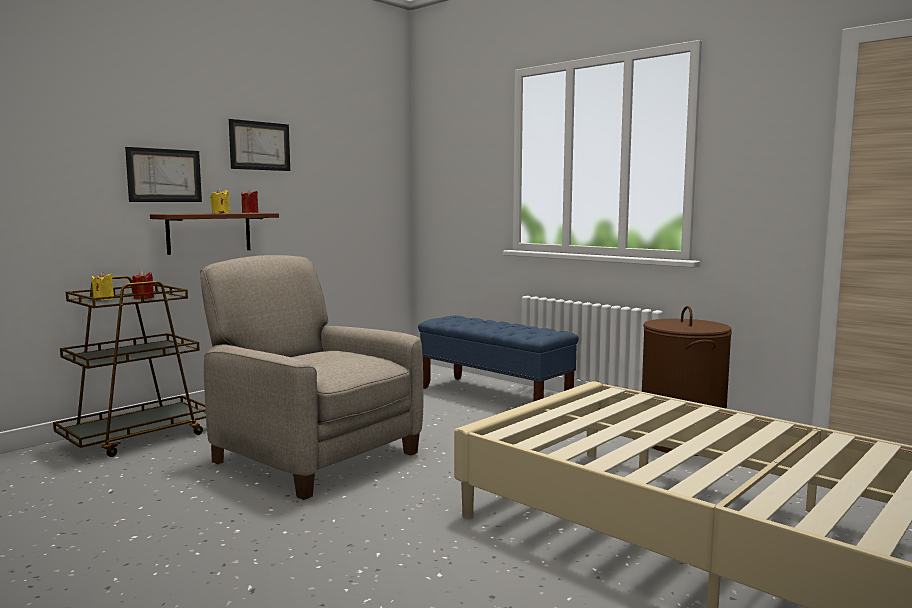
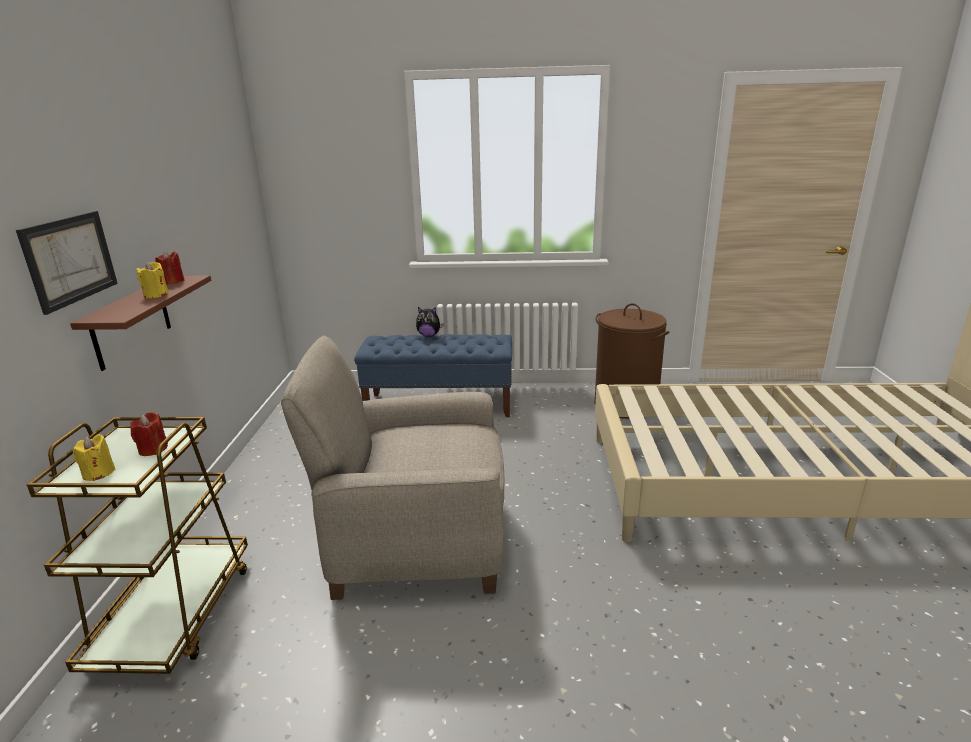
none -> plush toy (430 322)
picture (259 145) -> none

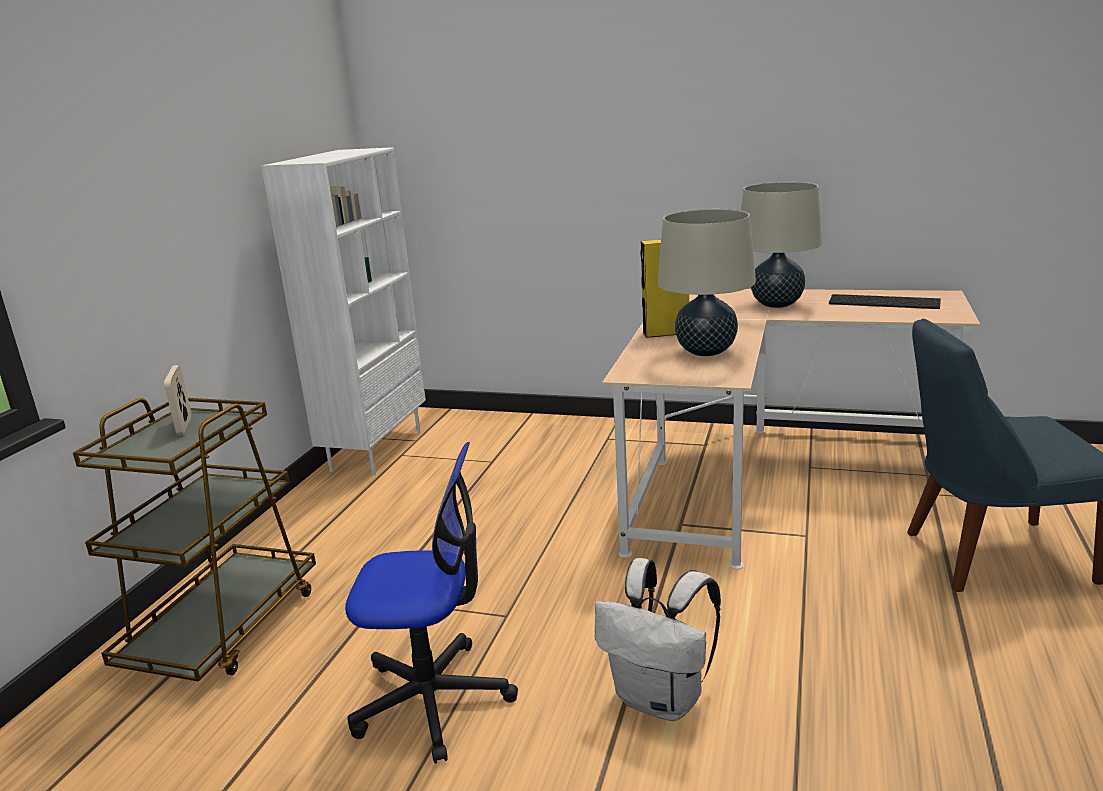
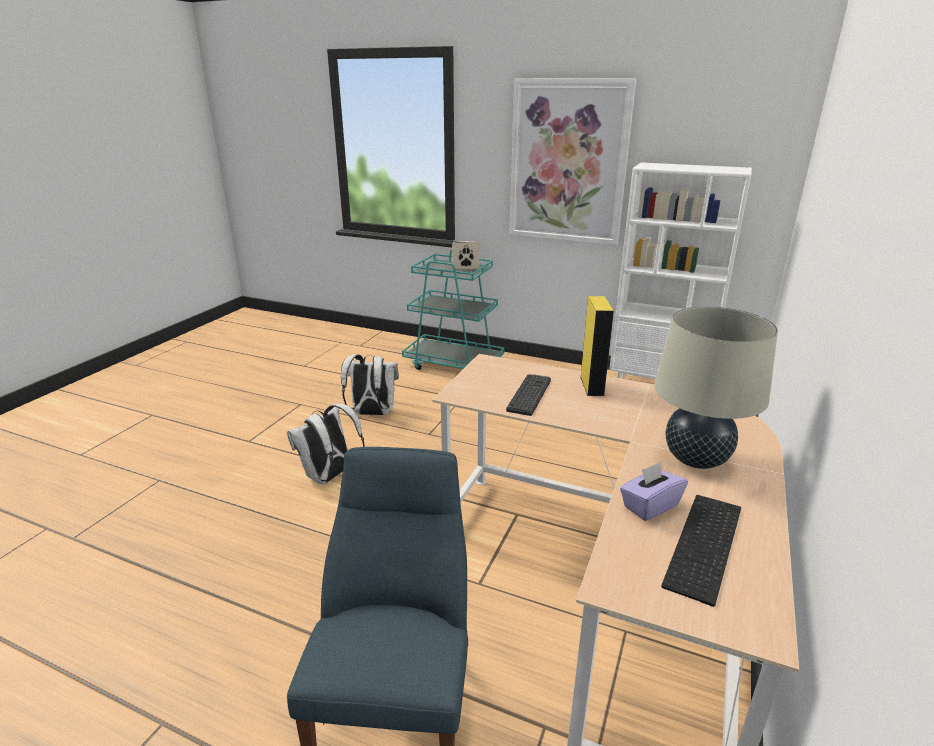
office chair (431 603) -> backpack (white) (370 384)
cart (brown) (194 540) -> cart (turquoise) (453 309)
table lamp (beige) (706 282) -> keyboard (528 395)
none -> picture (572 161)
none -> tissue box (purple) (654 491)

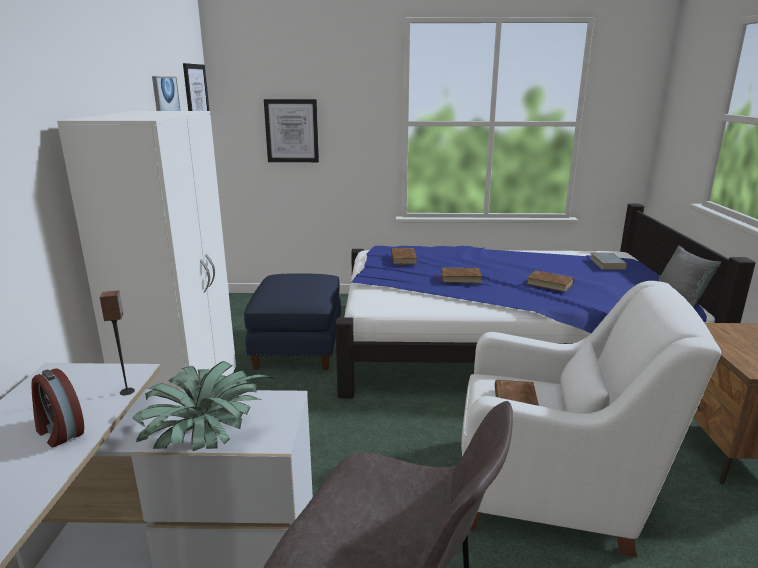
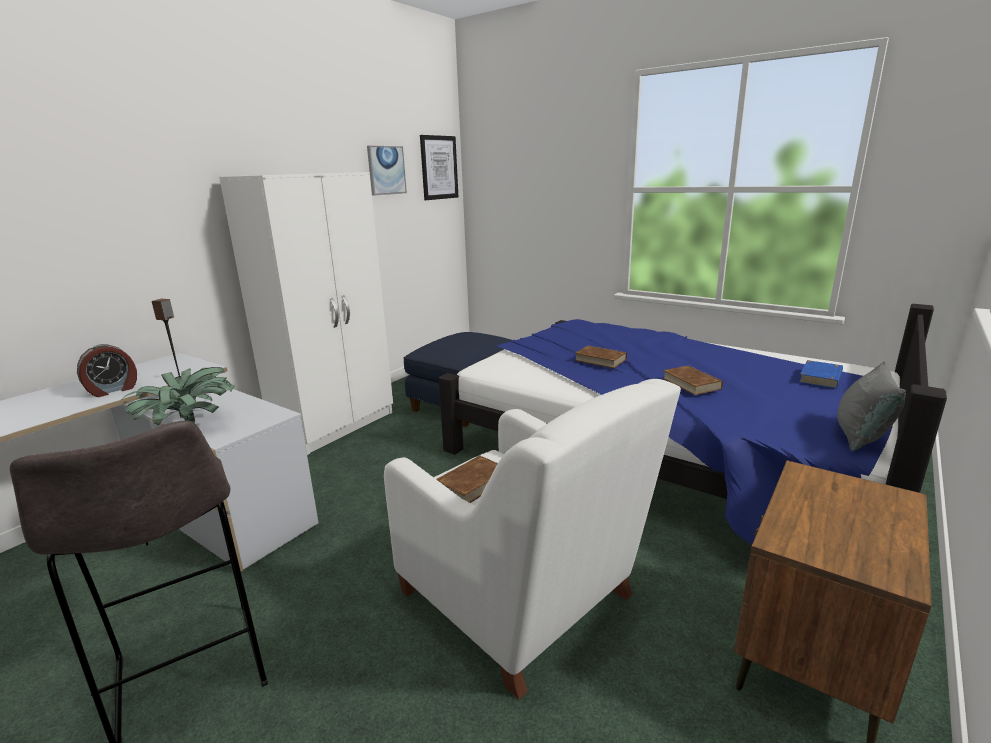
alarm clock (57 407) -> alarm clock (107 370), 120 degrees counterclockwise
book (grey) (608 261) -> book (blue) (821 374)
picture (291 130) -> none
book (brown) (404 257) -> none

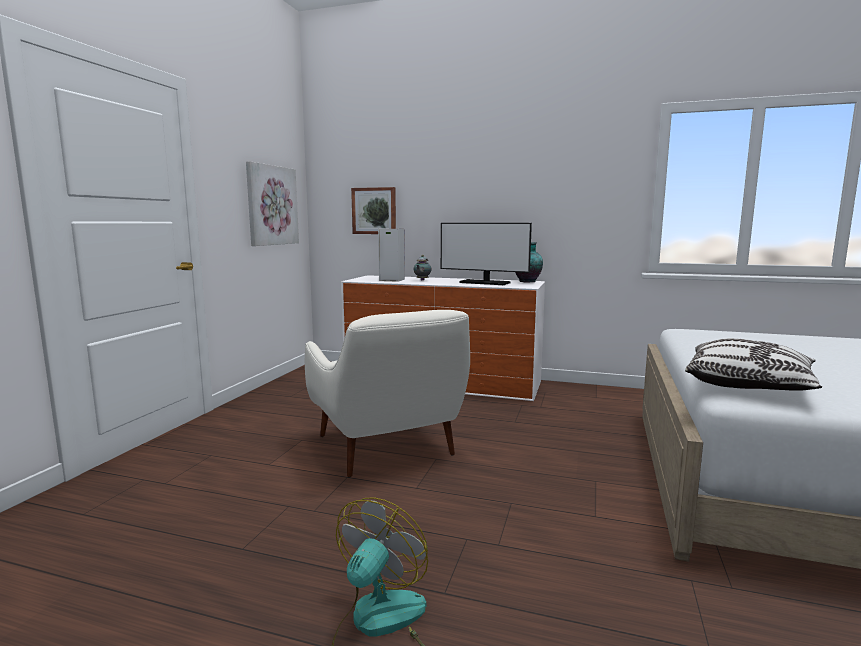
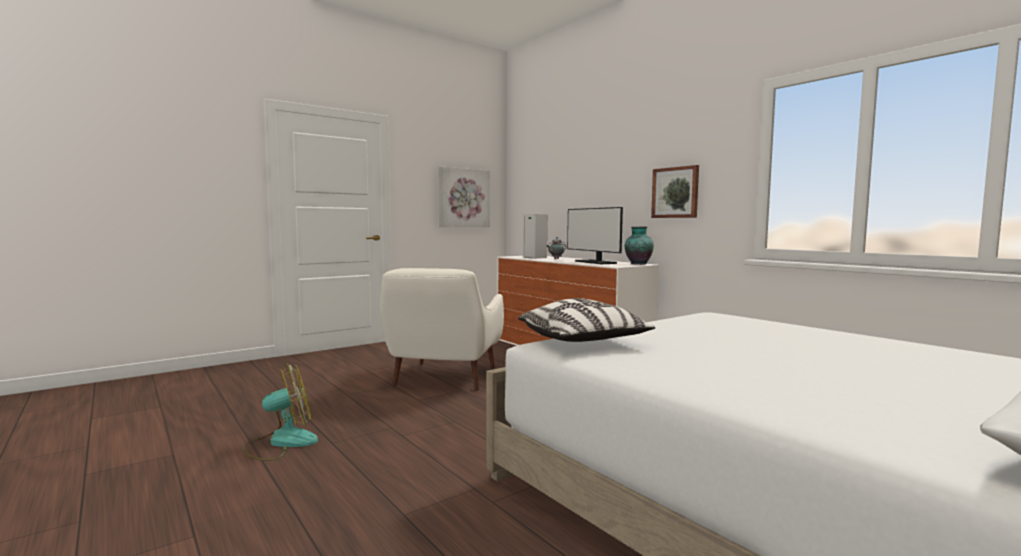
picture (373 210) -> picture (675 191), moved

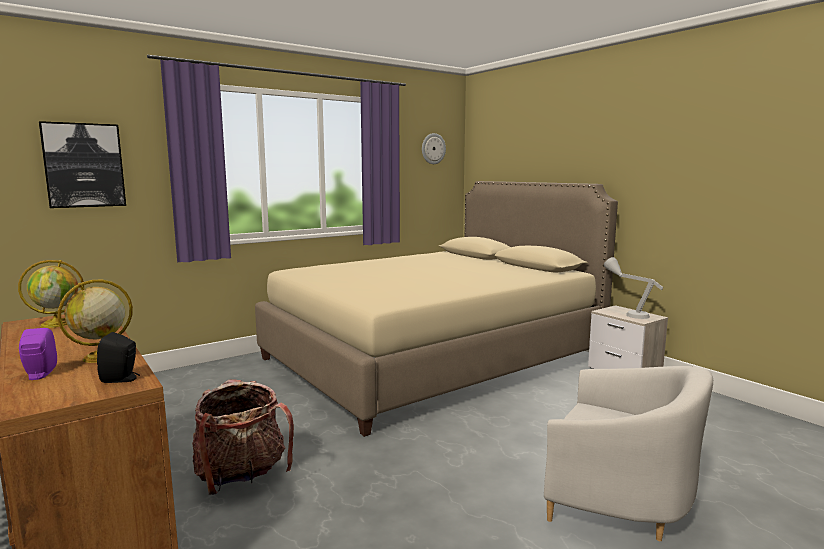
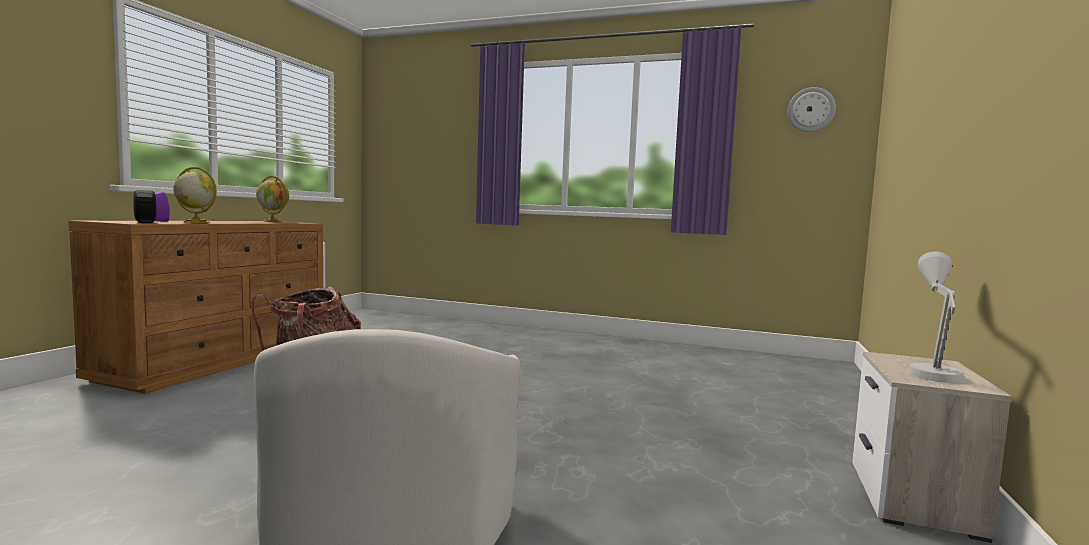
picture (82 164) -> none
bed (beige) (436 309) -> none

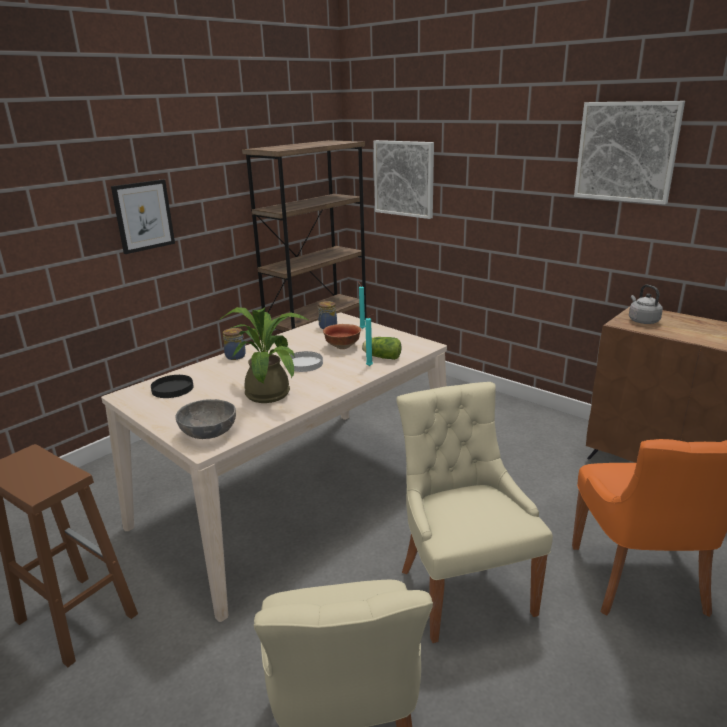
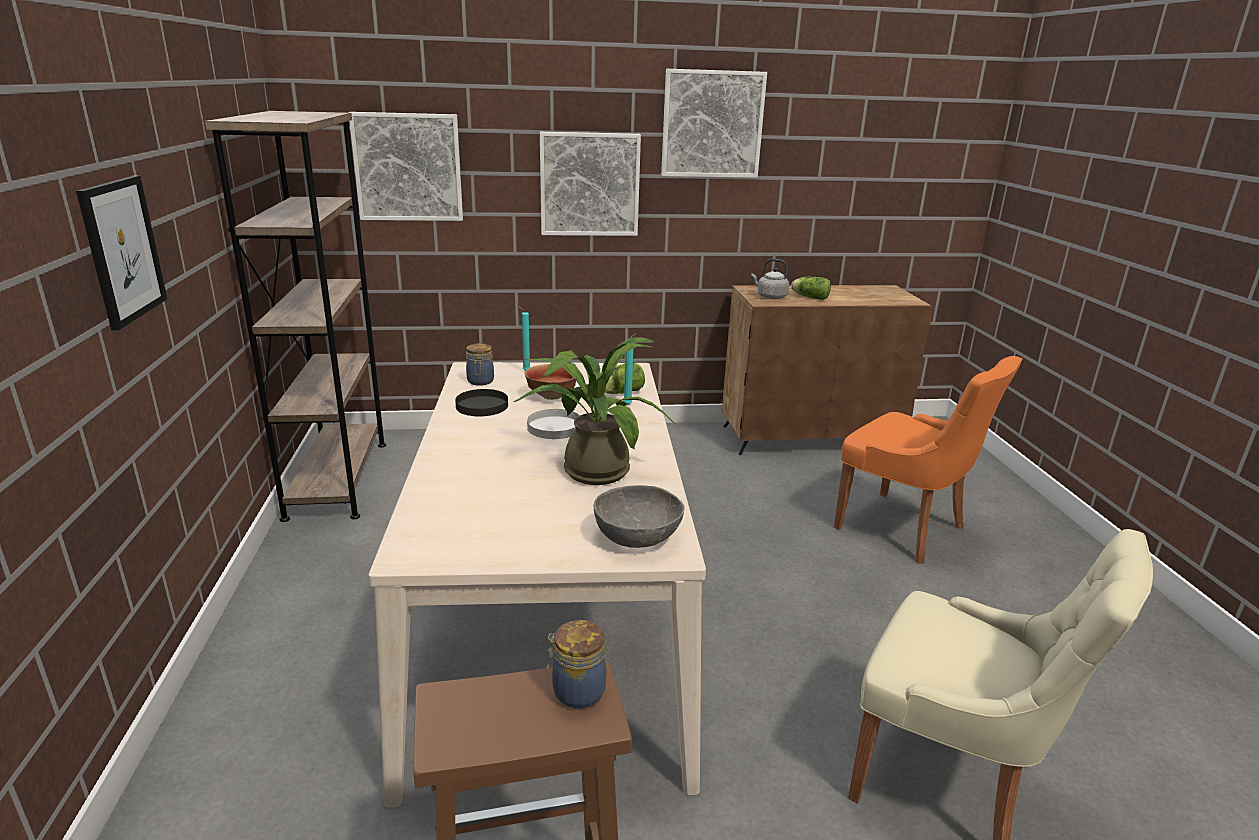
plate (black) (172 386) -> plate (black) (481 402), moved
none -> picture (590 184)
jar (234 344) -> jar (576 664), moved
none -> lettuce (811 288)
chair (beige) (474 512) -> none

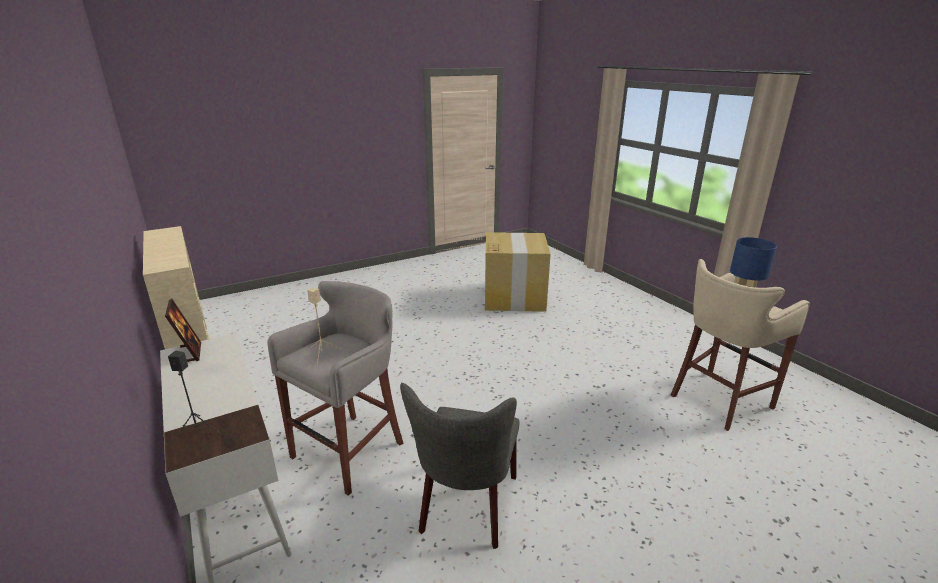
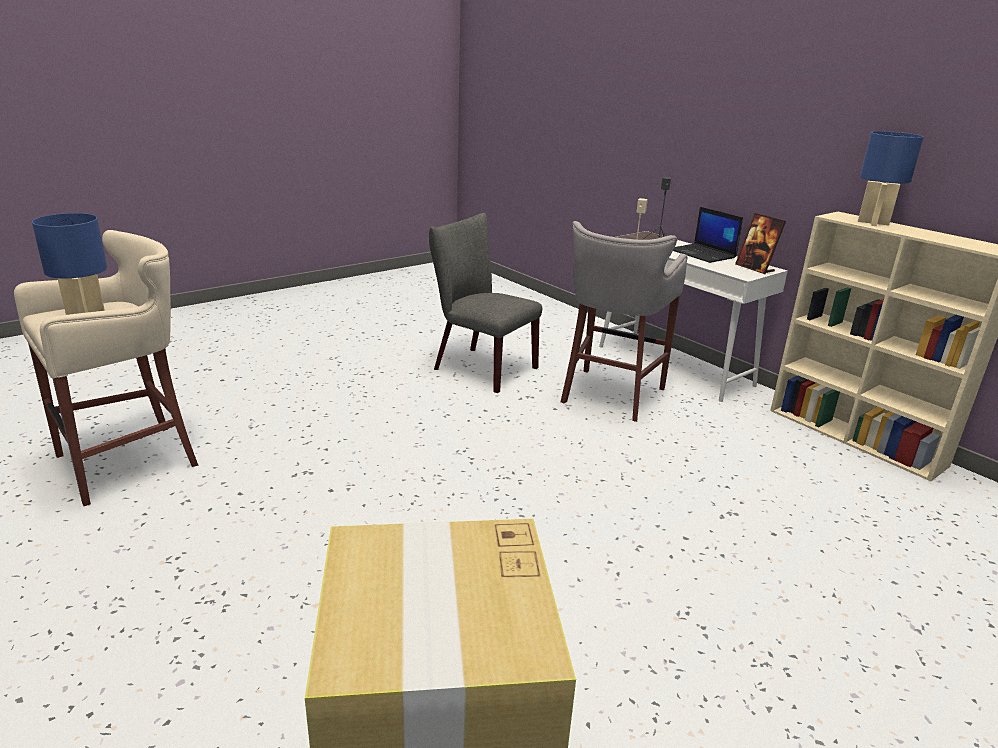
chair (grey) (460 466) -> chair (grey) (485 303), 60 degrees counterclockwise
none -> laptop (708 235)
none -> table lamp (blue) (891 178)

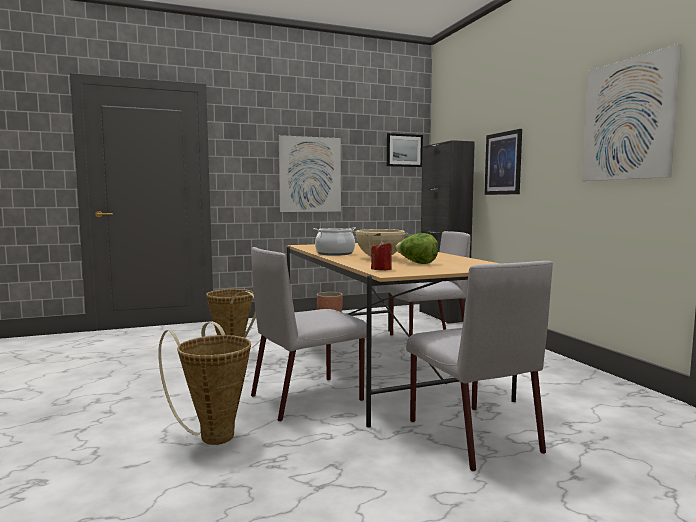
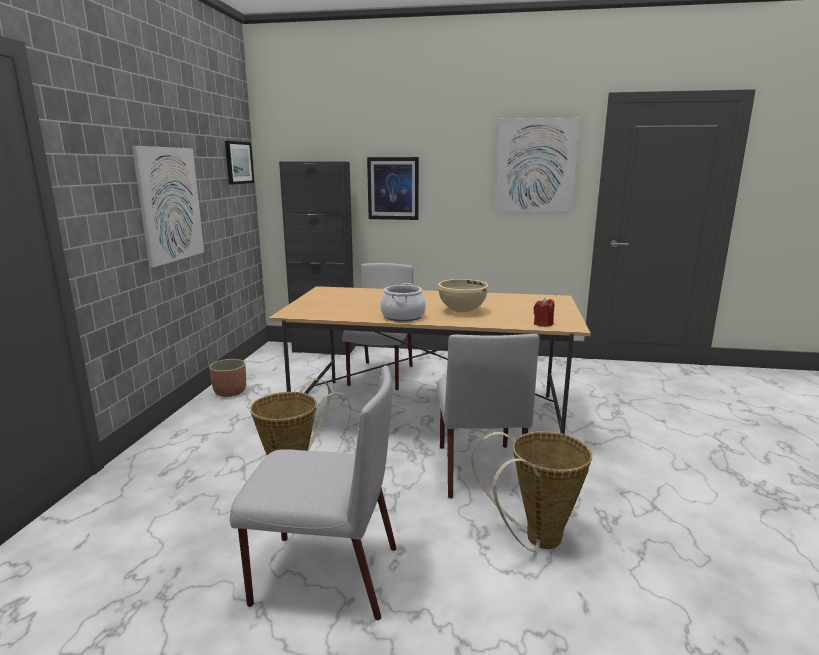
chair (grey) (479 366) -> chair (grey) (313 493), moved
lettuce (416 248) -> none

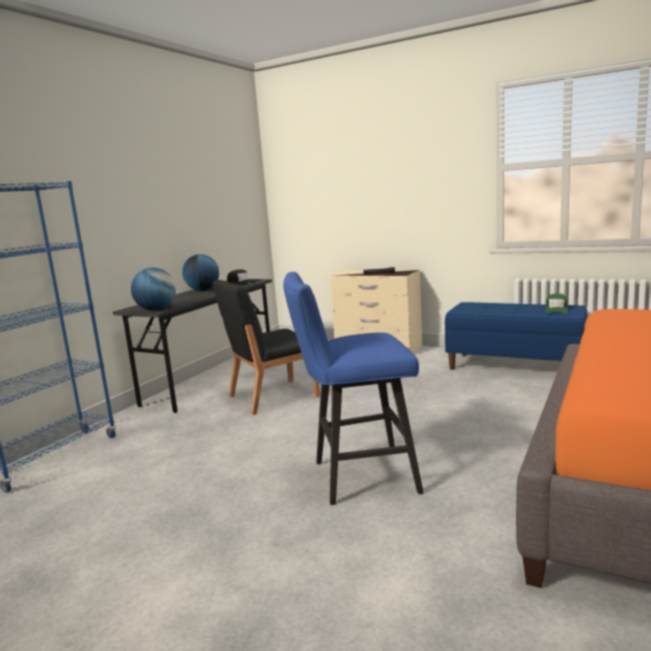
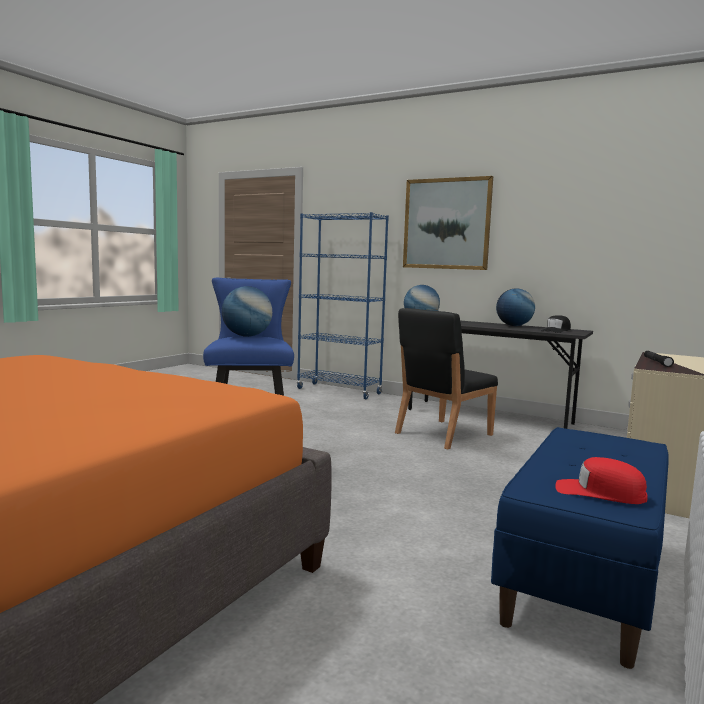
none -> globe (247 311)
chair (black) (266 347) -> chair (black) (446 379), 105 degrees counterclockwise
none -> picture (448 223)
cap (green) (556 303) -> cap (red) (601 480)

